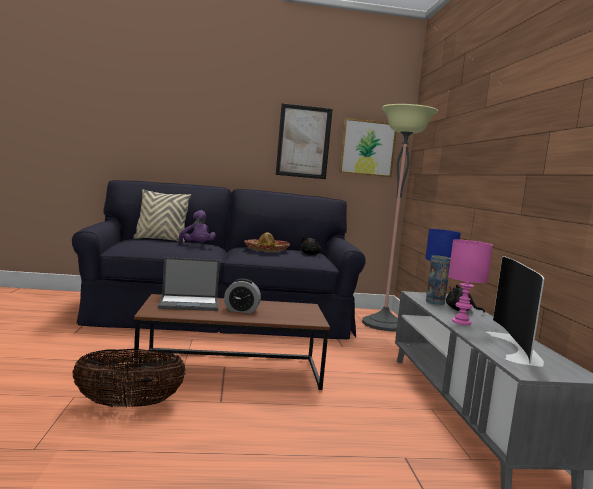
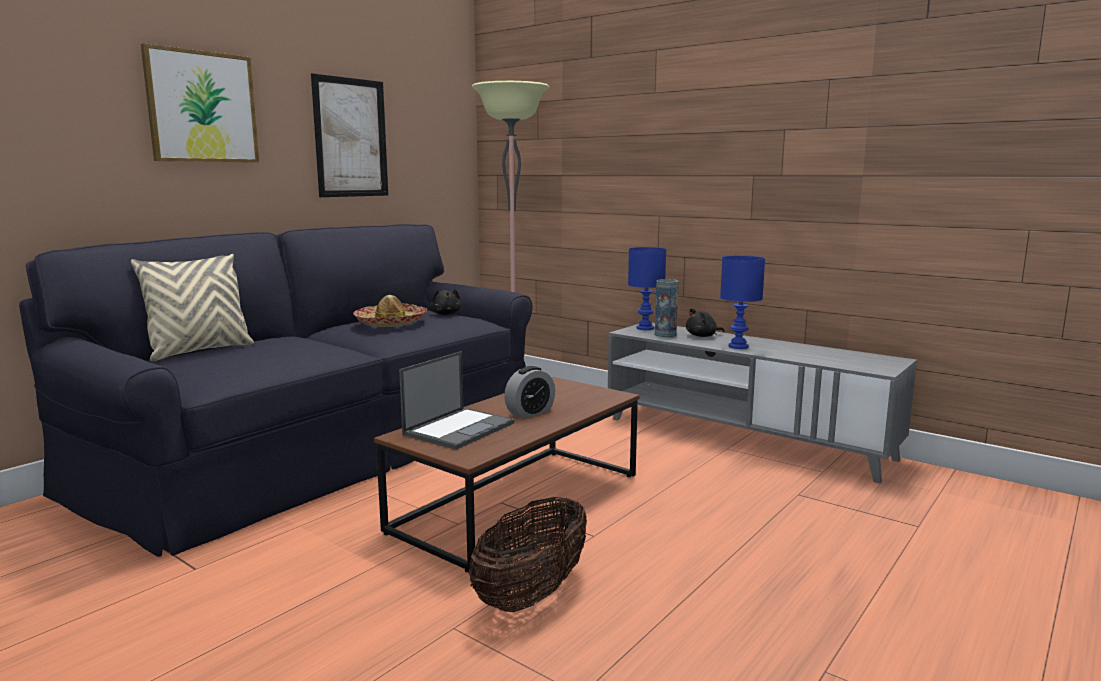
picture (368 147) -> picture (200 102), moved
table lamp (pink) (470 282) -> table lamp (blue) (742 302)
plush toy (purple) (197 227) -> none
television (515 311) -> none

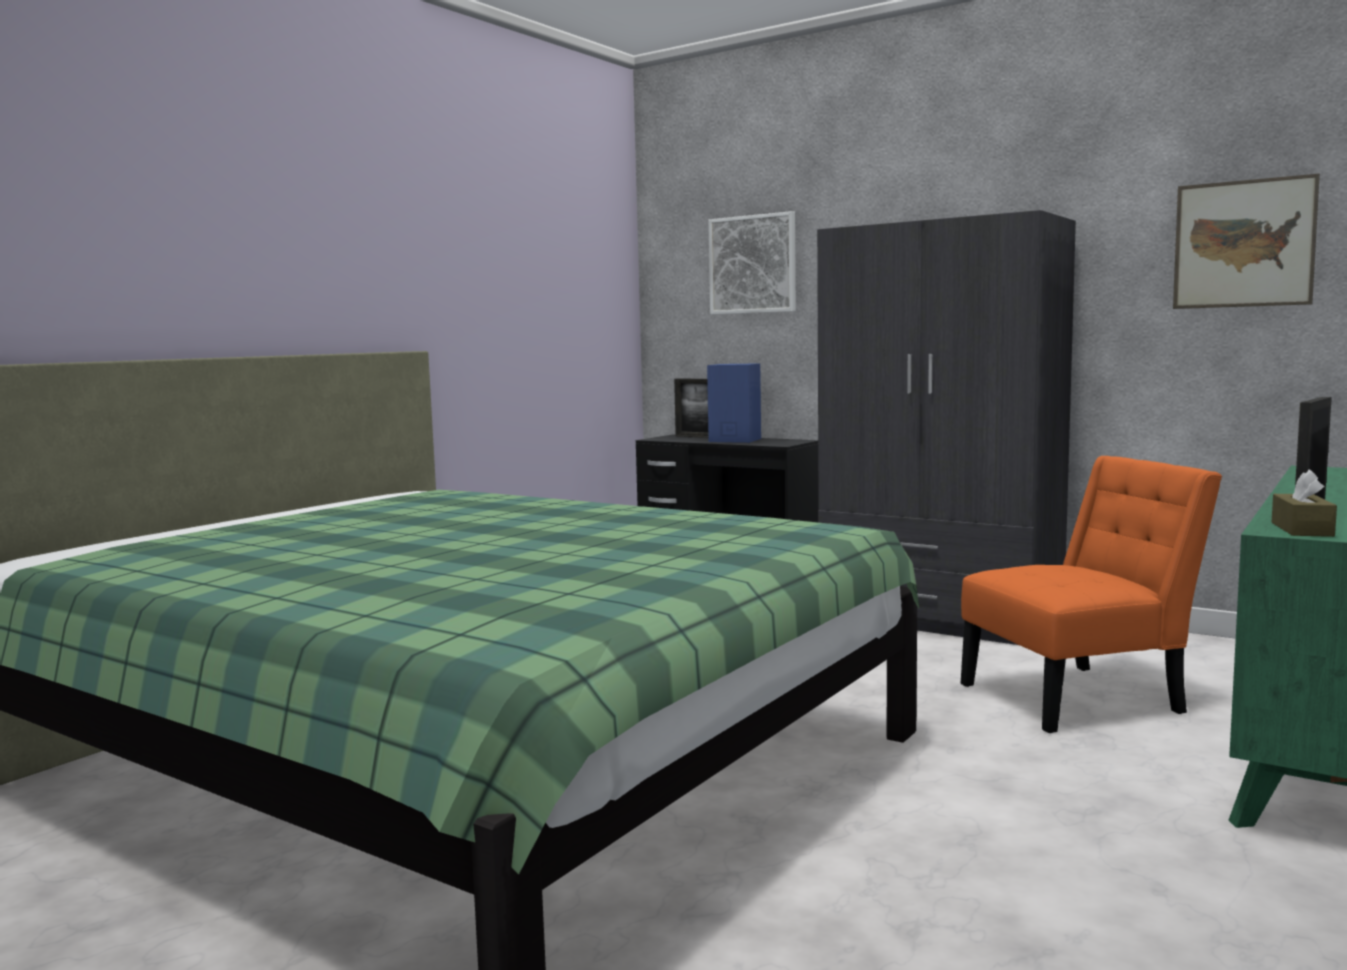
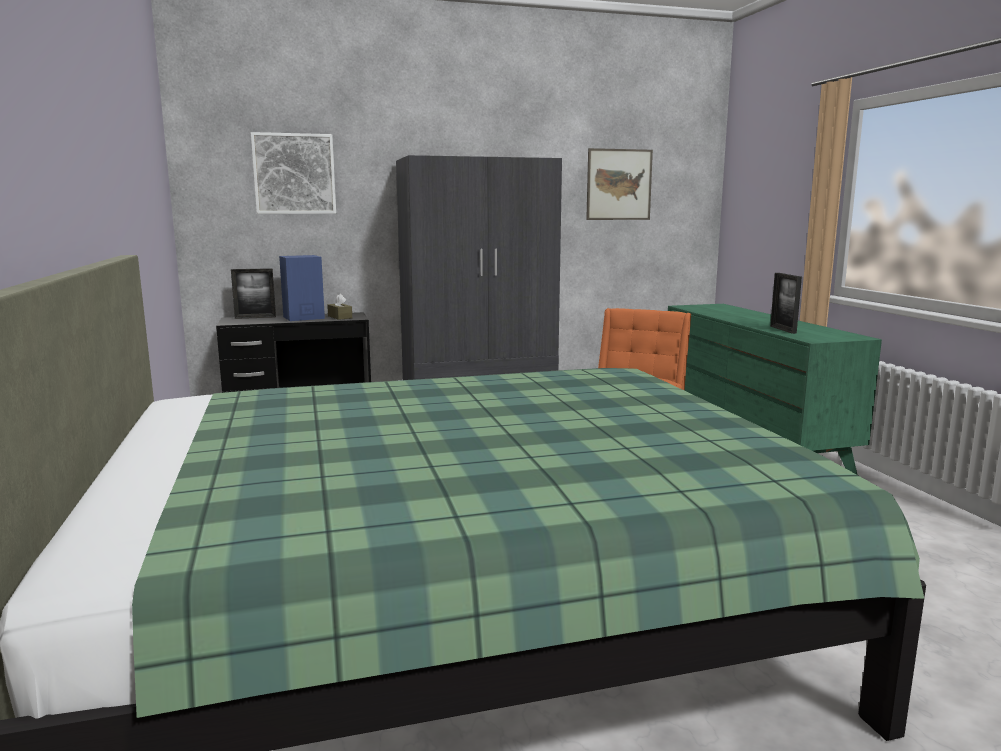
tissue box (brown) (1304 503) -> tissue box (brown) (339 307), moved

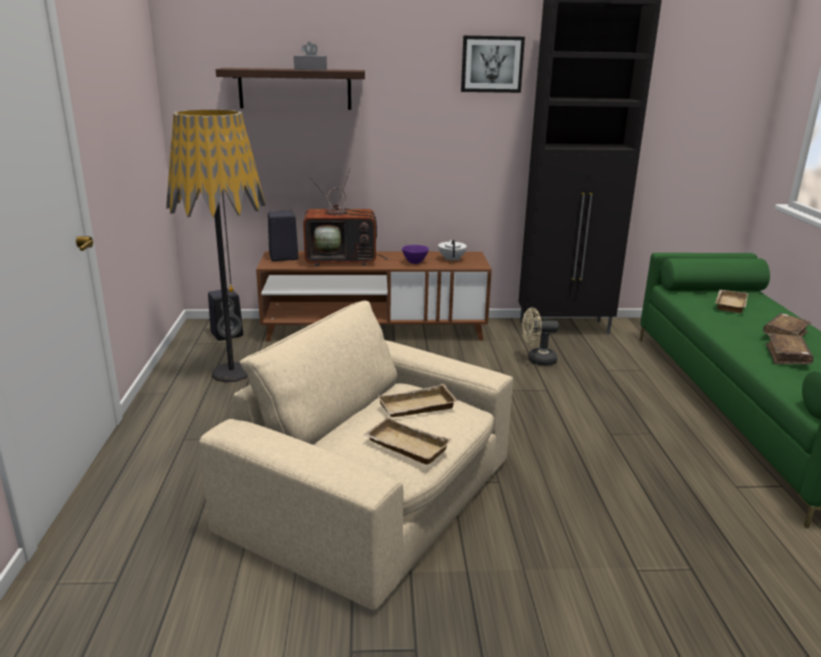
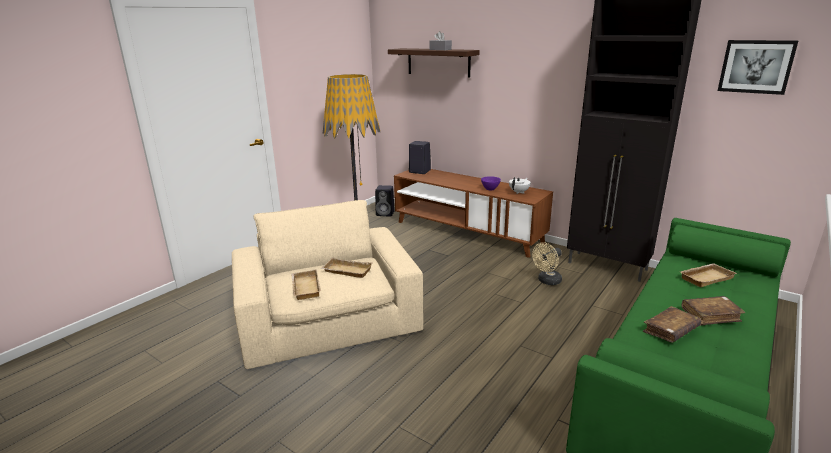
fan (beige) (540 336) -> fan (beige) (547 263), 75 degrees counterclockwise
picture (493 64) -> picture (758 67), moved
television (346 216) -> none

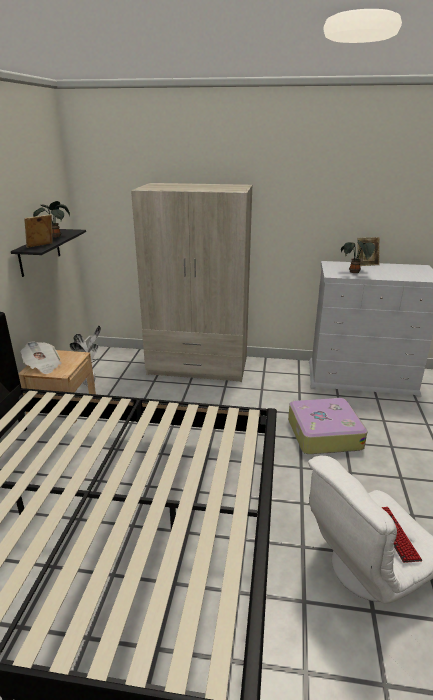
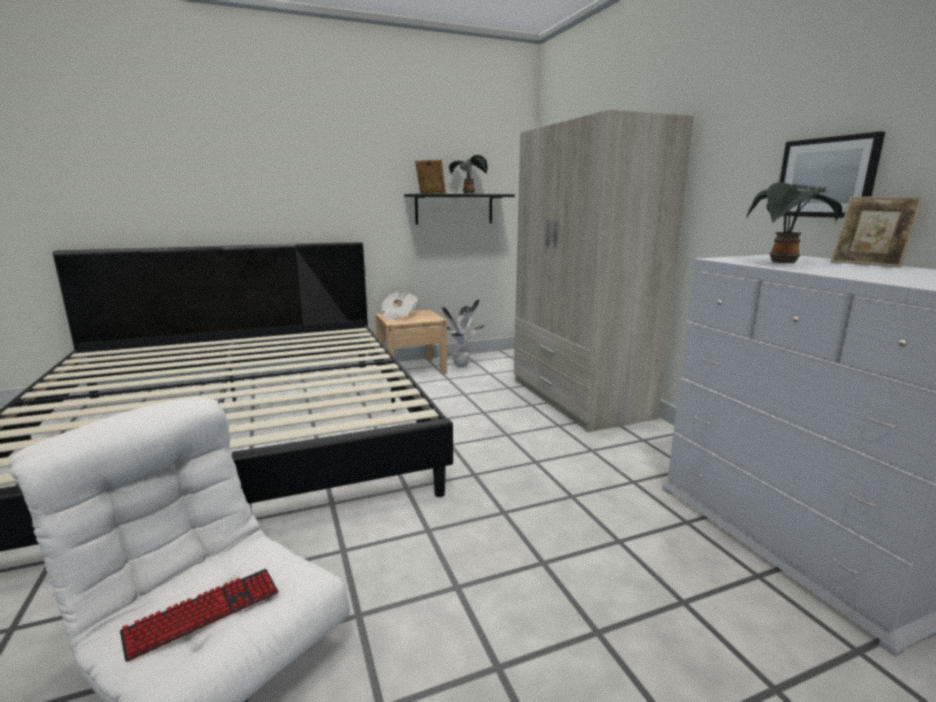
none -> picture (832 174)
suitcase (328 426) -> none

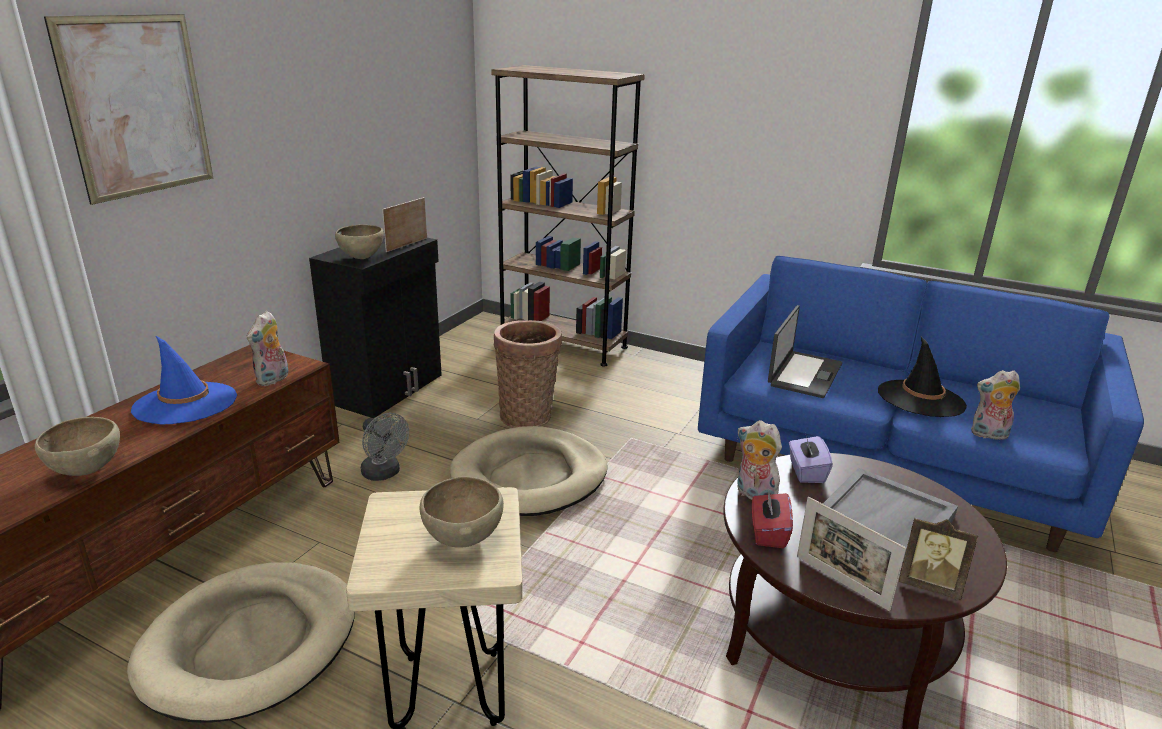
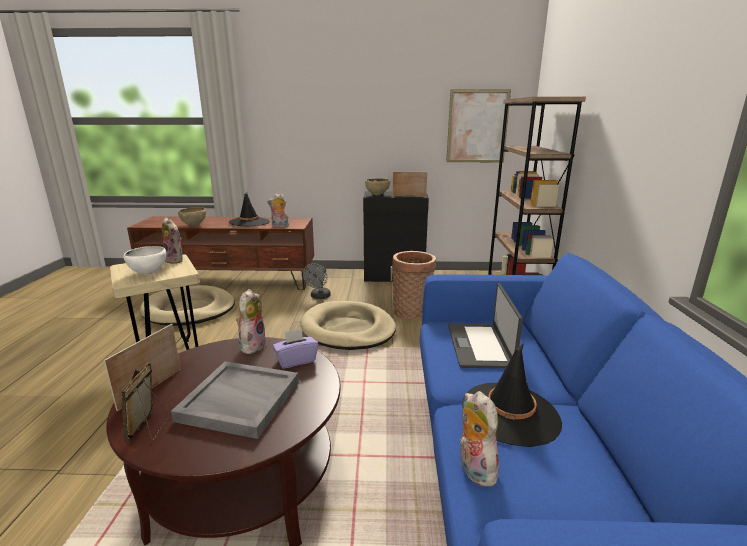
bowl (brown) (462 512) -> bowl (white) (144 260)
none -> plush toy (172 240)
hat (blue) (184 380) -> hat (black) (249 209)
picture (128 109) -> picture (478 126), moved
laptop (805 351) -> laptop (485 326), 90 degrees clockwise
tissue box (red) (772 518) -> none

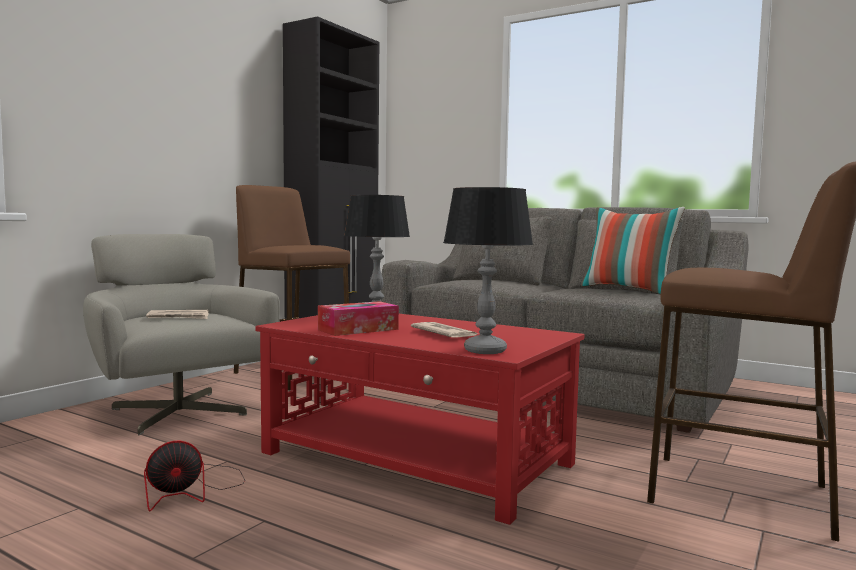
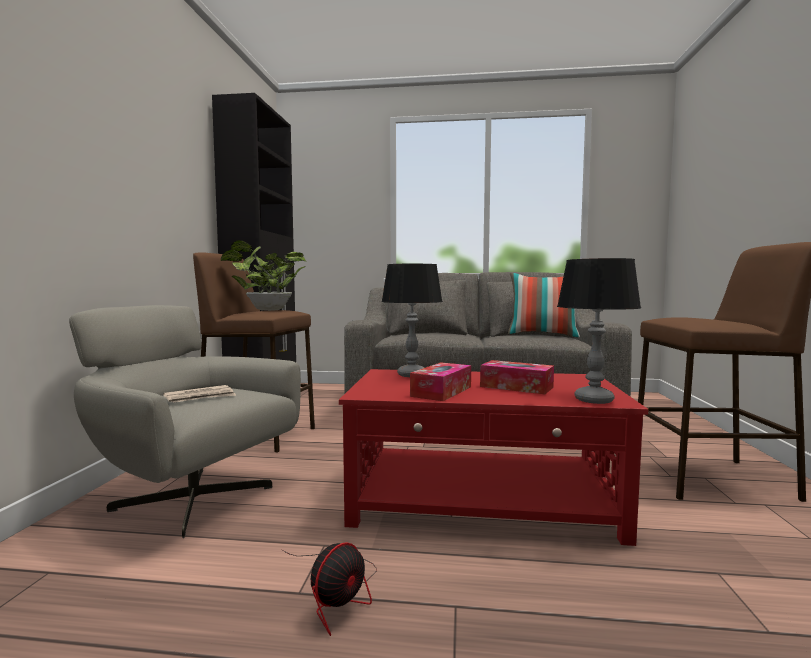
none -> potted plant (263 275)
newspaper (444 329) -> tissue box (517 377)

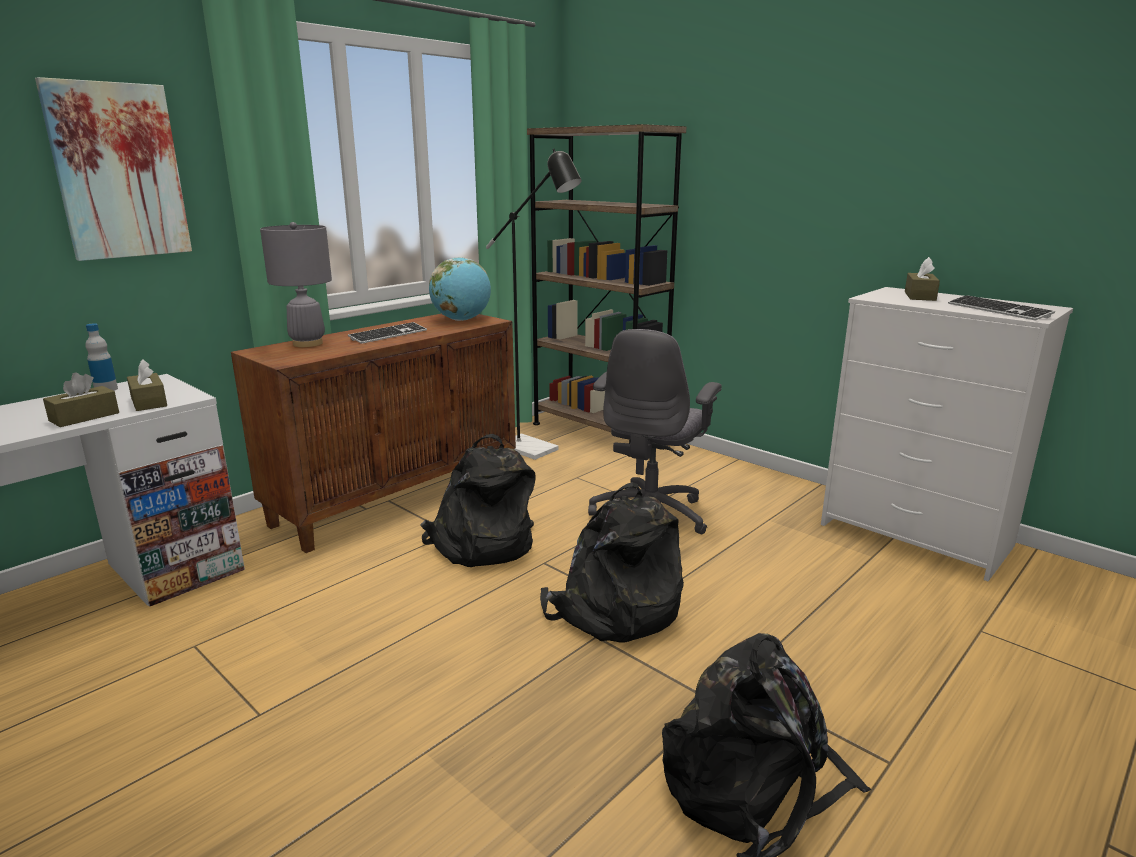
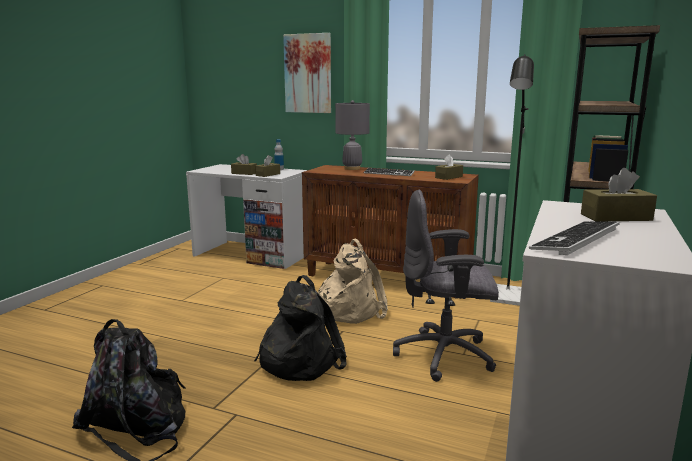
backpack (black) (478 500) -> backpack (beige) (353 281)
globe (460 289) -> tissue box (brown) (449 167)

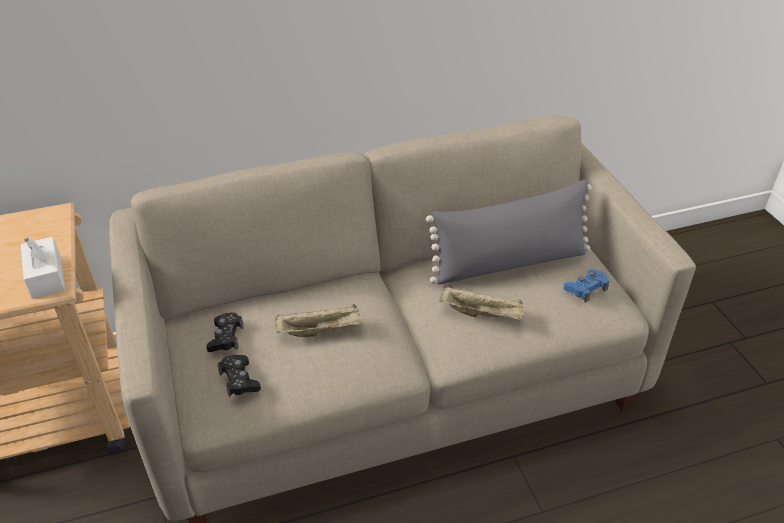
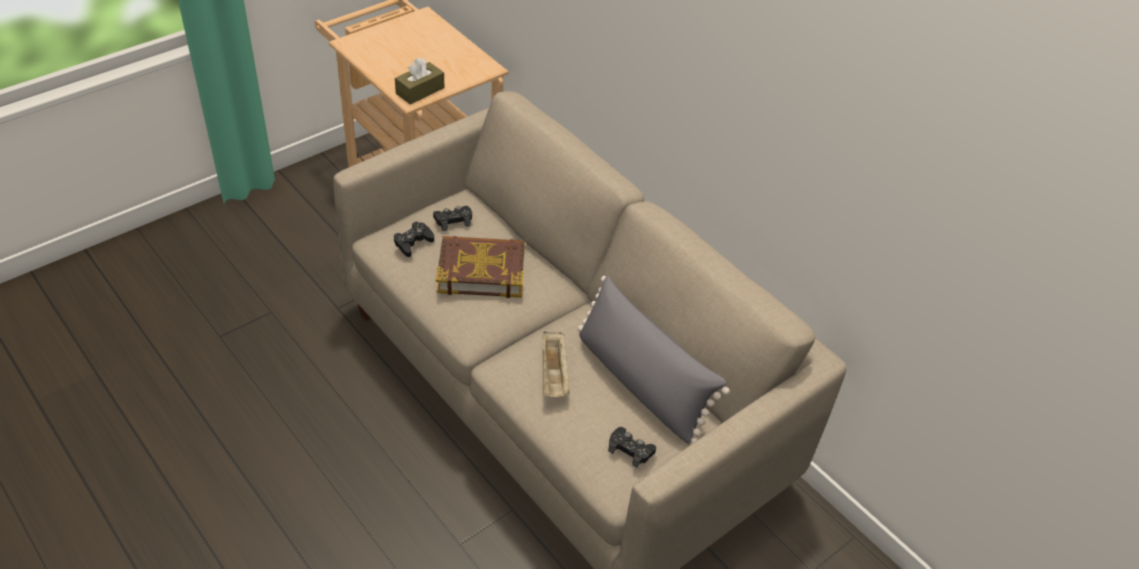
tissue box (white) (43 267) -> tissue box (brown) (419 81)
tray (beige) (319 320) -> book (480 267)
game controller (blue) (586 286) -> game controller (black) (632 447)

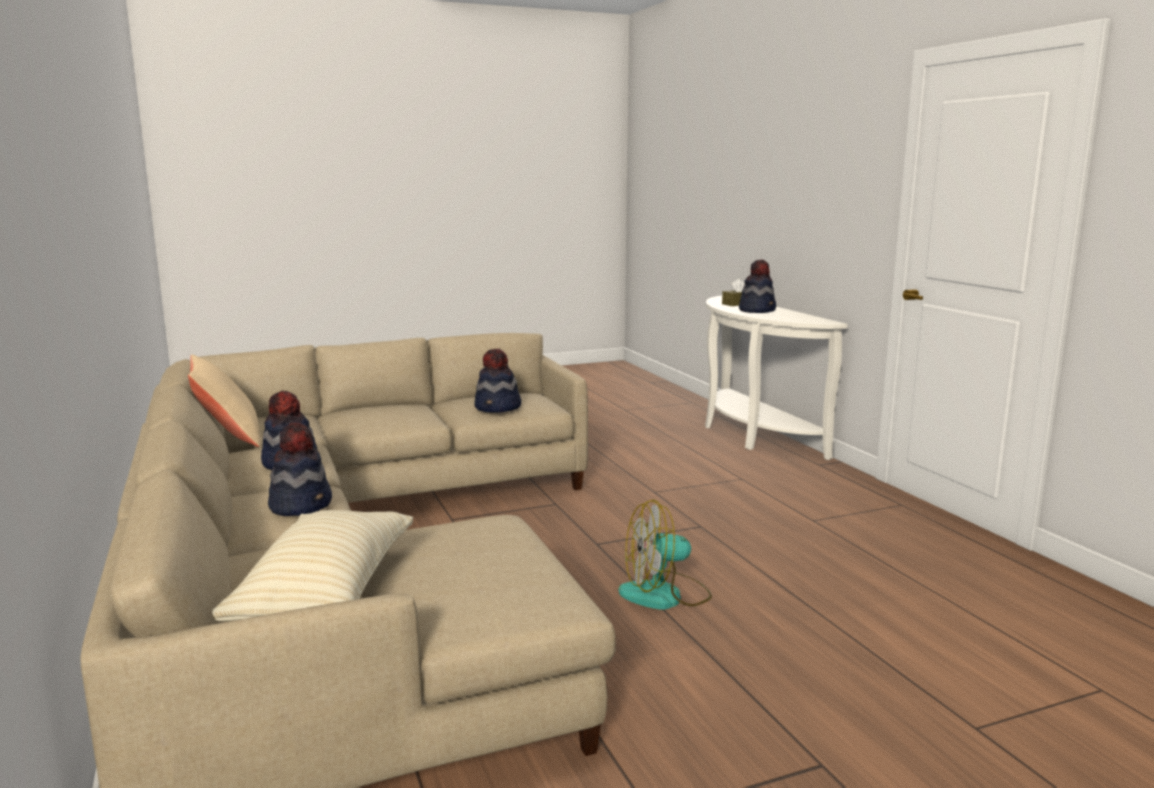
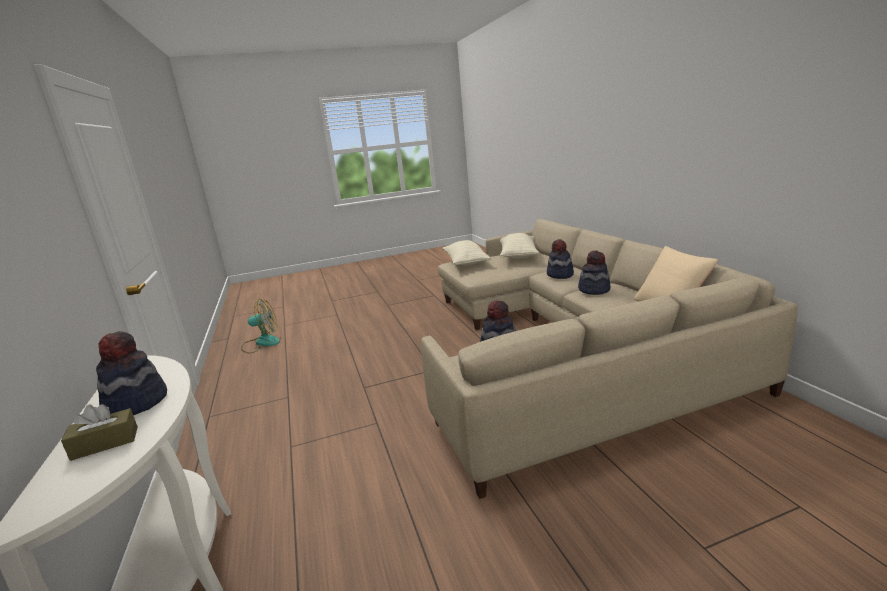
fan (665 554) -> fan (260 326), moved
none -> pillow (beige) (467 252)

